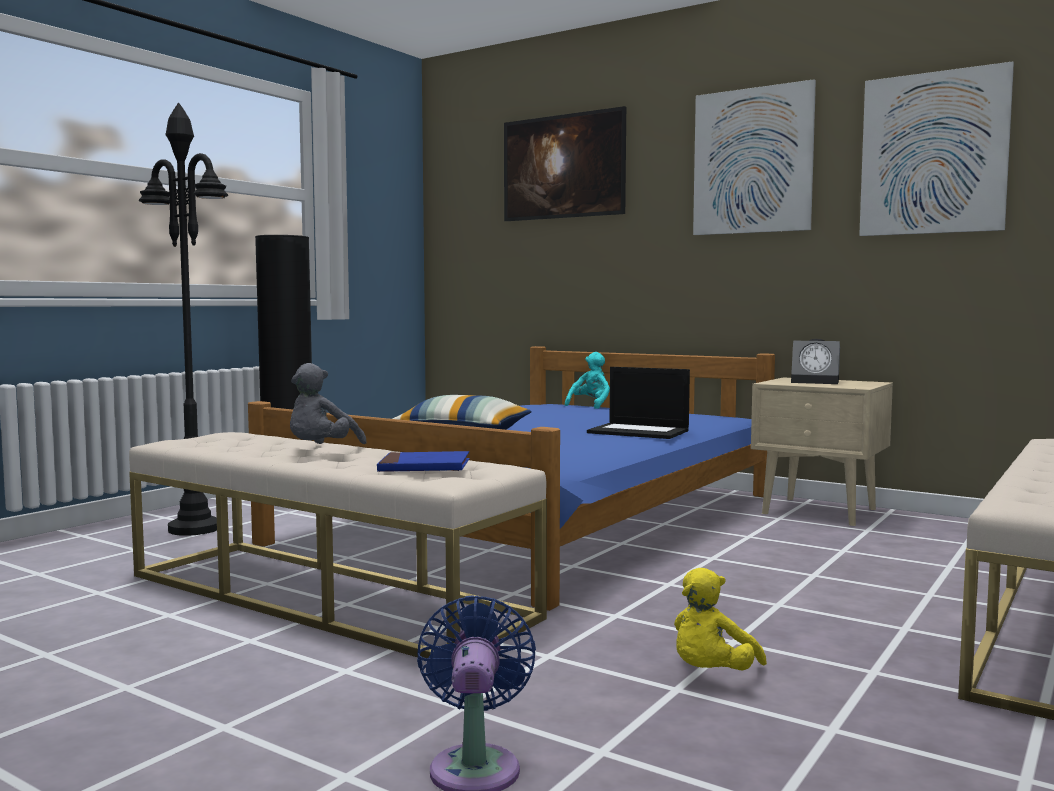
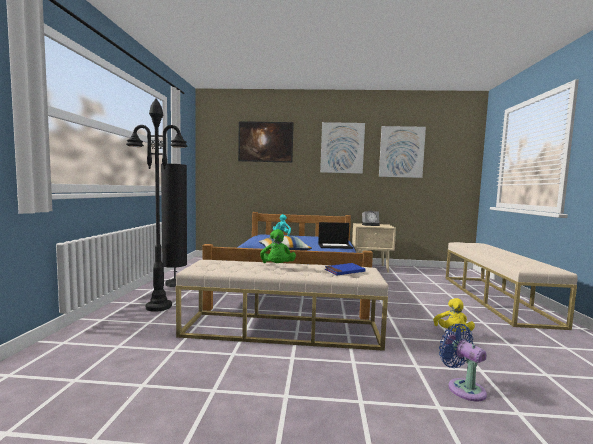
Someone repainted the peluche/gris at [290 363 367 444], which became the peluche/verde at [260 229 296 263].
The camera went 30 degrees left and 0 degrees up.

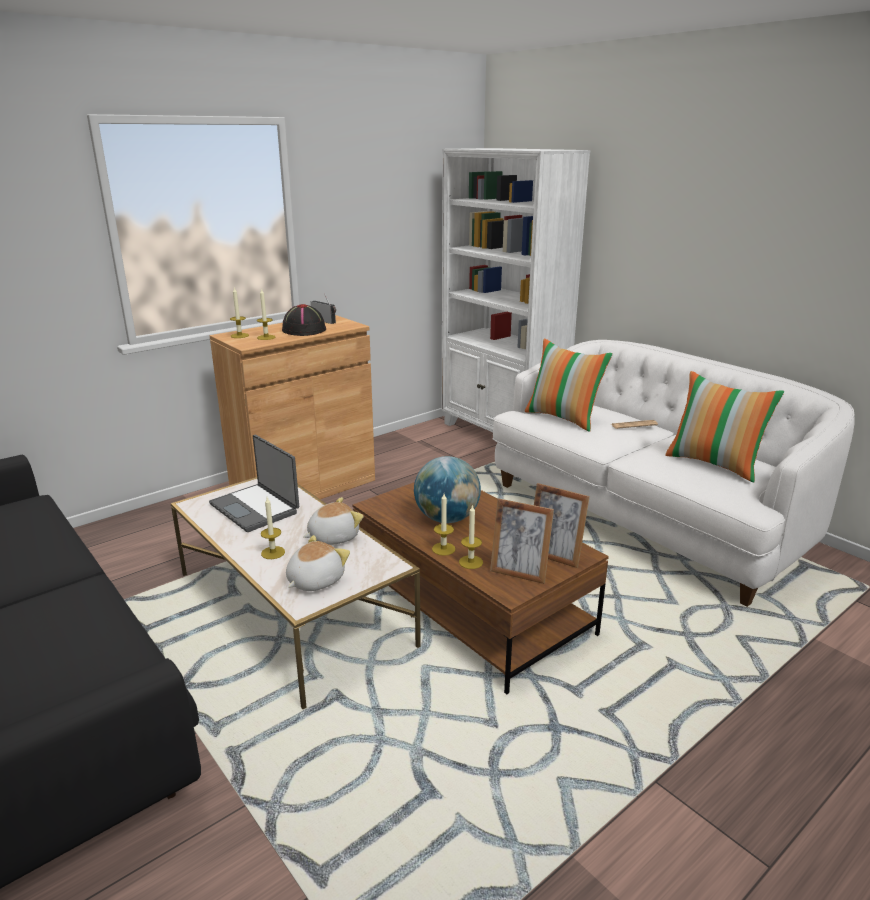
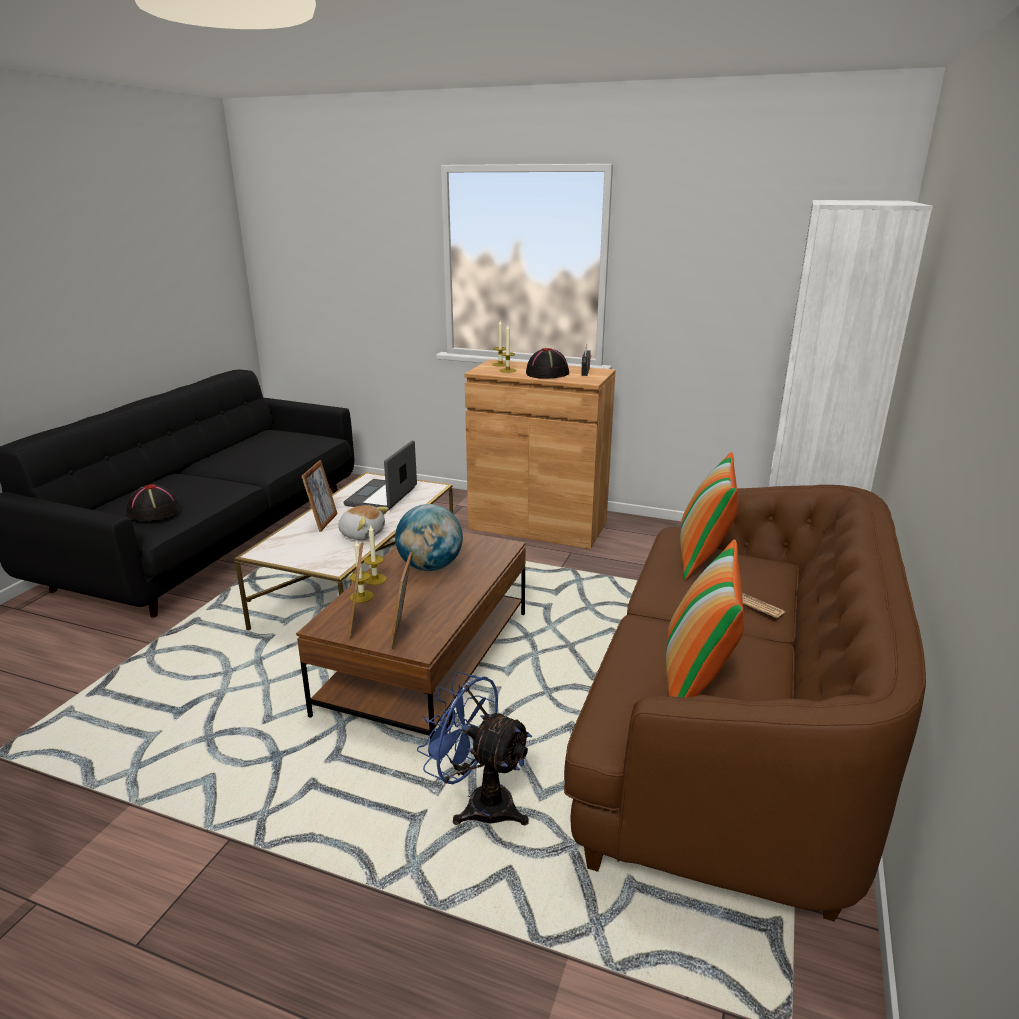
Someone took away the peluche at [286 535 350 591].
Someone put down the sombrero/negro at [127 484 180 521].
Someone put down the ventilador/azul at [417 671 532 825].
Someone swapped the vela at [261 497 285 559] for the portarretratos at [302 460 338 532].
Someone repainted the sofá/blanco at [493 340 854 607], which became the sofá/marrón at [564 485 926 921].
The camera went 60 degrees right and 0 degrees up.

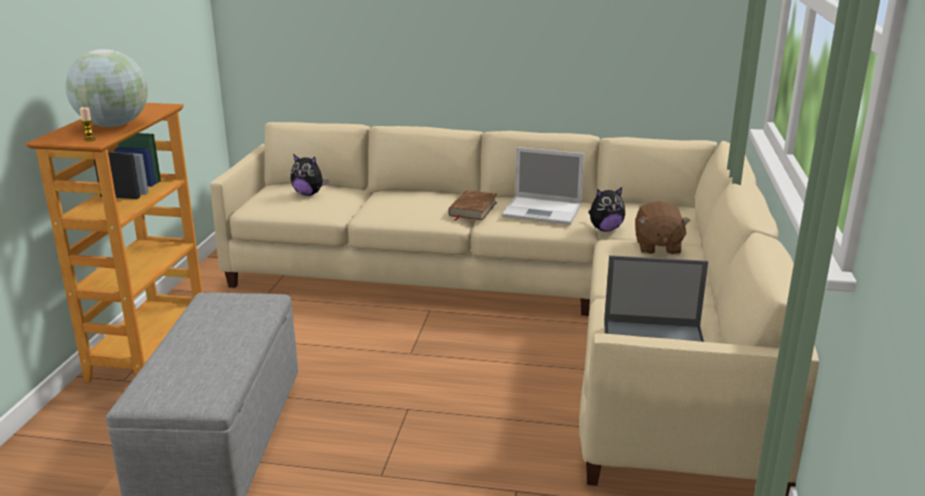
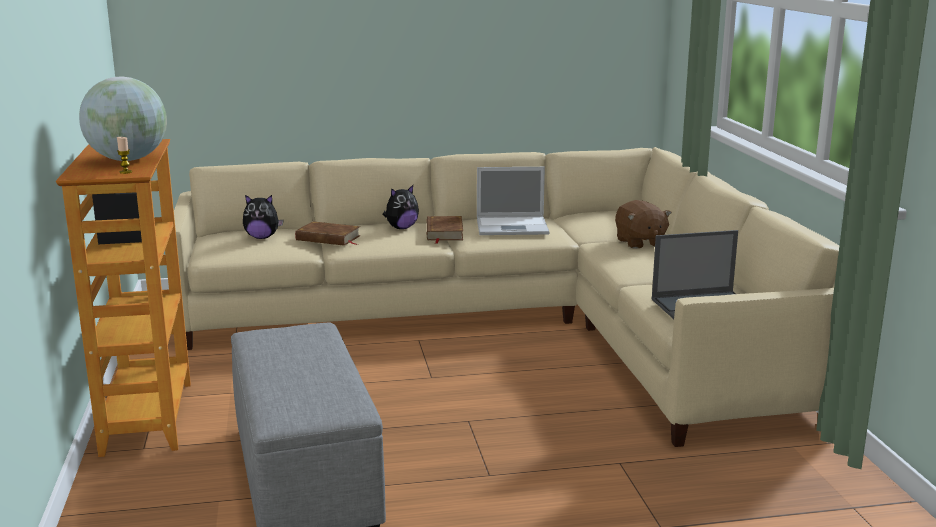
Someone put down the libro/marrón at [295 221 360 246].
Someone carried the peluche from [588 187 625 232] to [383 185 419 229].
The camera went 20 degrees left and 5 degrees down.

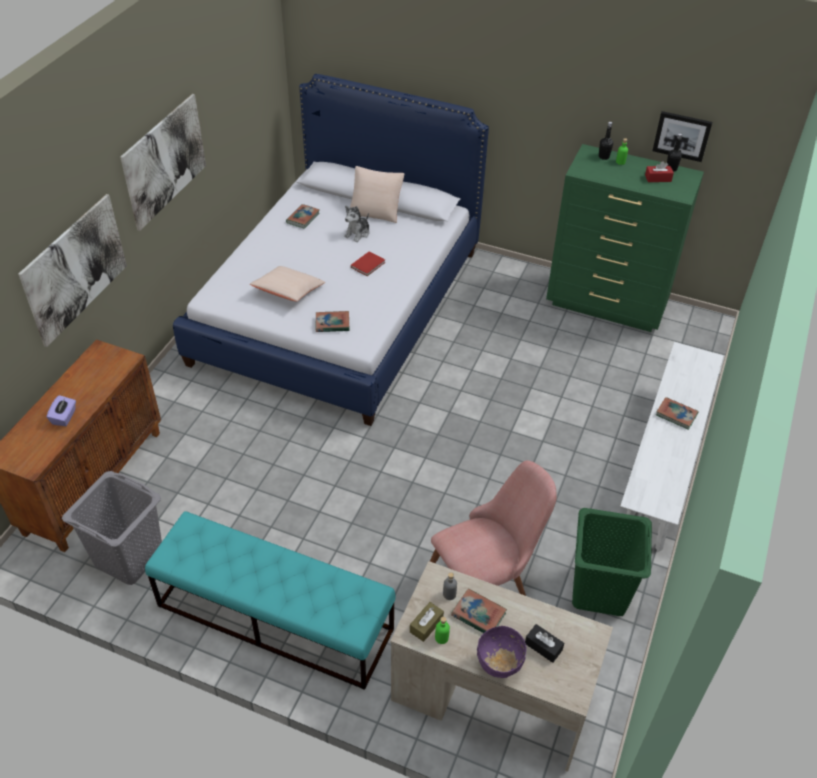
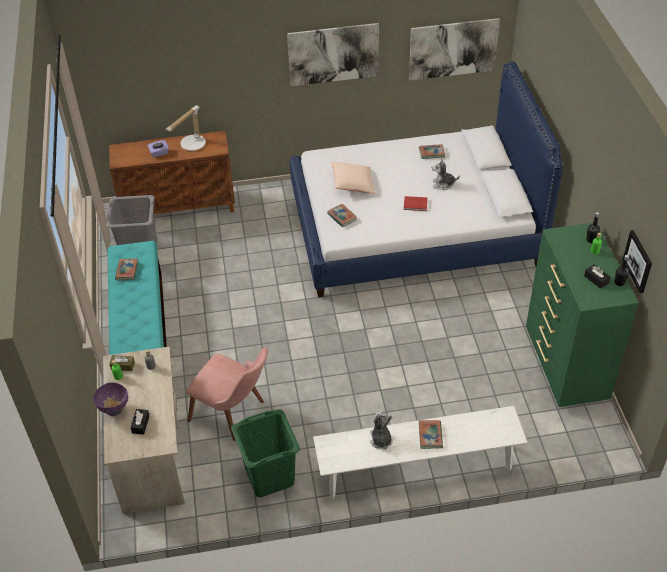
Someone took away the cojín/beis at [350 166 405 223].
Someone put down the lámpara de mesa at [165 105 206 151].
Someone put down the peluche at [370 411 393 449].
Someone carried the cuadro from [18 194 127 347] to [409 18 500 80].
Someone carried the libro from [451 588 507 633] to [115 259 138 280].
Someone repainted the caja de pañuelos/rojo at [645 161 674 182], which became the caja de pañuelos/negro at [584 264 610 289].
The camera went 60 degrees right and 0 degrees up.

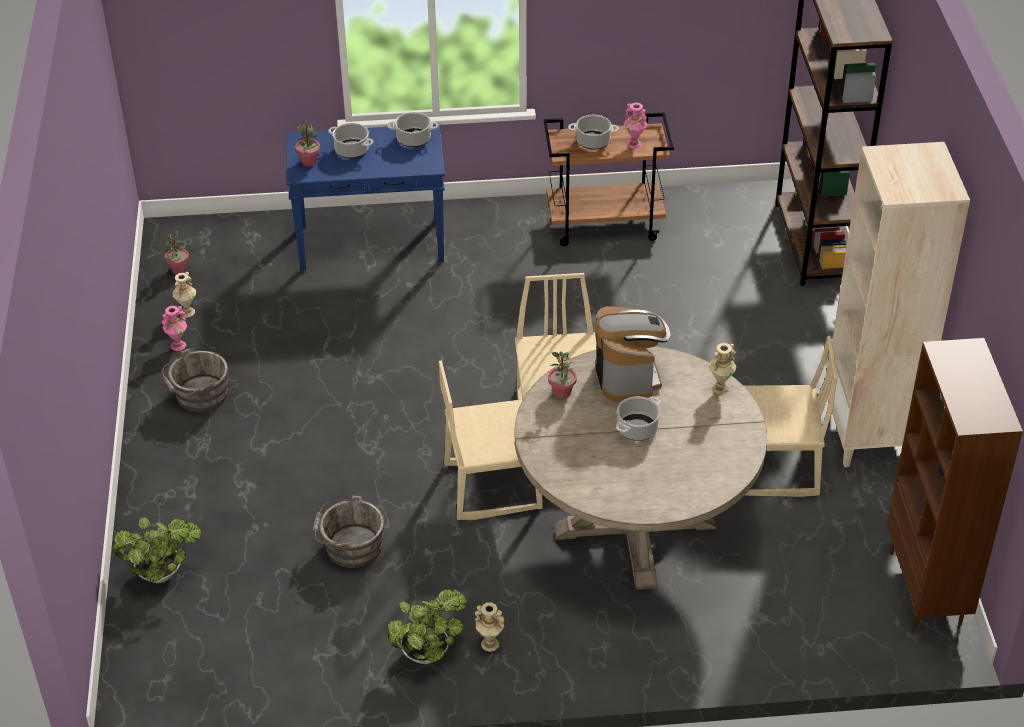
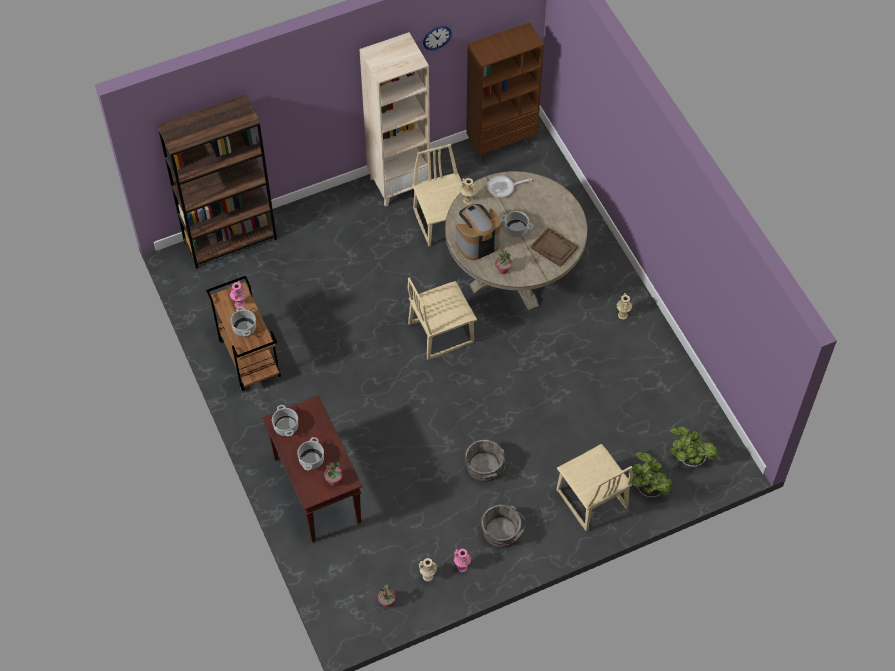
Someone put up the reloj de pared at [423 26 452 50].
Someone put down the sartén at [487 176 532 198].
Someone put down the bandeja/marrón at [530 227 578 267].
Someone carried the cubo/gris from [313 495 384 568] to [465 440 506 482].
Someone carried the planta en maceta from [388 589 467 664] to [669 426 718 467].
Someone carried the silla/beis from [439 361 543 520] to [556 444 633 531].
Someone repainted the mesa consola/azul at [286 124 445 271], which became the mesa consola/marrón at [262 396 362 542].
The camera went 110 degrees left and 15 degrees up.

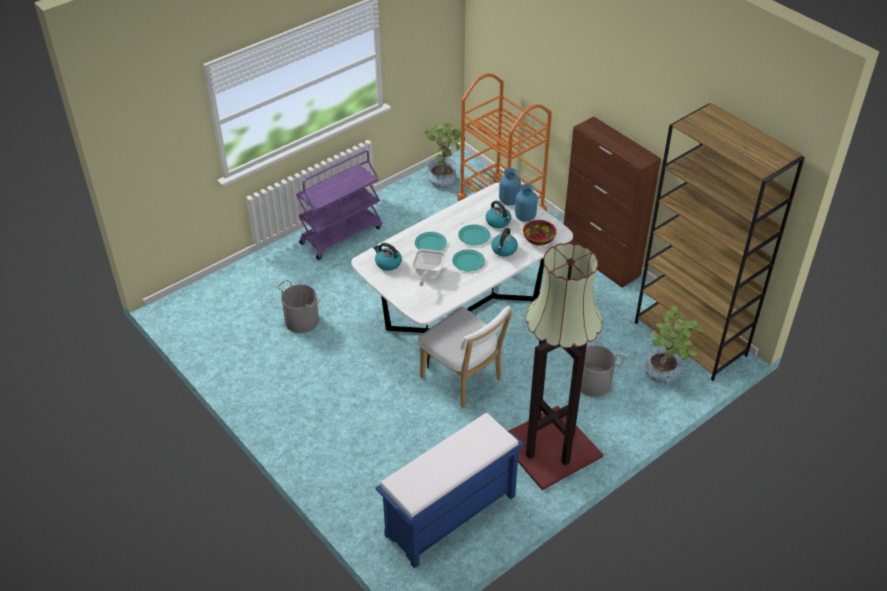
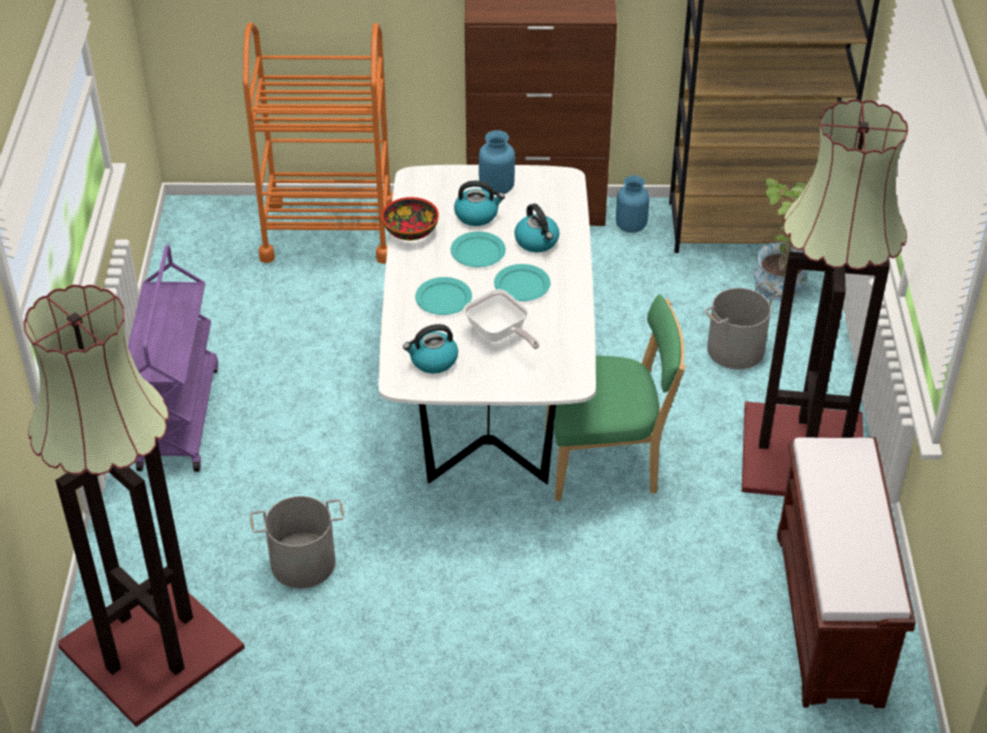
Someone took away the planta en maceta at [422 121 465 190].
Someone put down the lámpara de pie at [24 285 245 727].
Someone carried the florero/azul from [499 168 521 205] to [616 175 649 233].
Someone carried the cuenco from [523 220 556 246] to [382 197 439 240].
Someone repainted the banco/azul at [376 413 523 569], which became the banco/marrón at [777 437 916 708].
Someone repainted the silla/blanco at [418 306 513 408], which became the silla/verde at [545 294 686 501].
The camera went 50 degrees left and 0 degrees up.

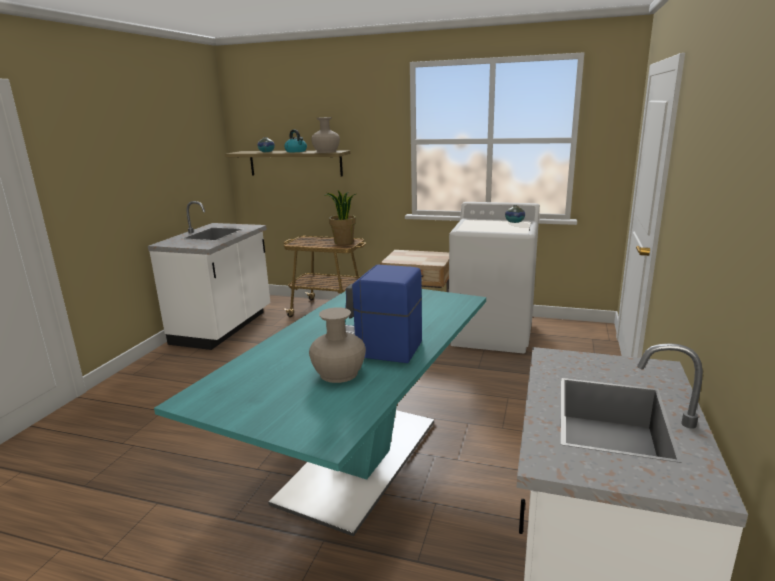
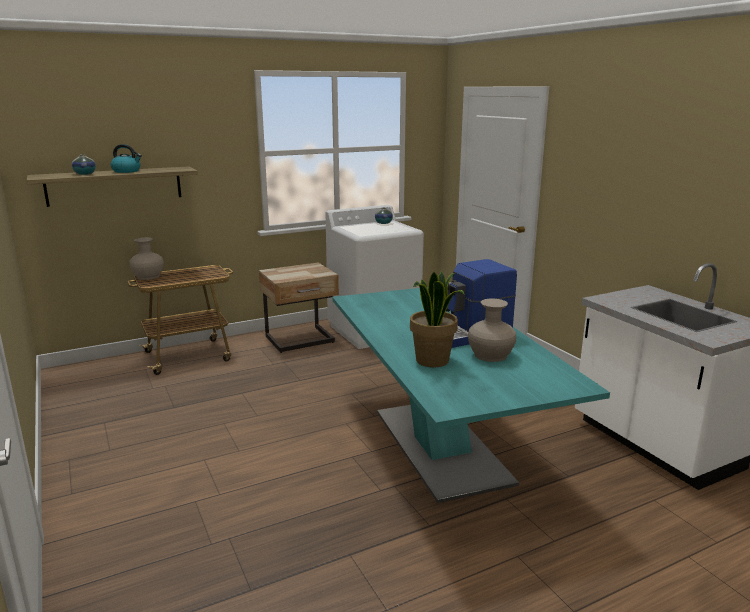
Someone took away the mueble bajo de cocina/blanco at [148 201 270 350].
Someone carried the florero/beis from [311 117 340 153] to [129 238 164 280].
Someone carried the planta en maceta from [324 191 356 245] to [410 271 465 367].
The camera went 45 degrees left and 0 degrees up.

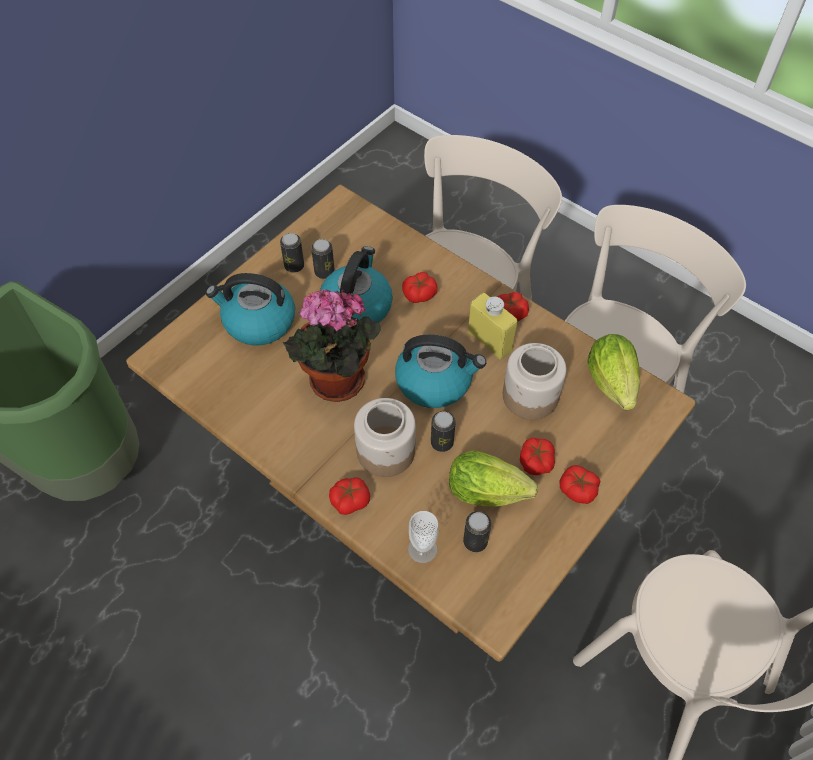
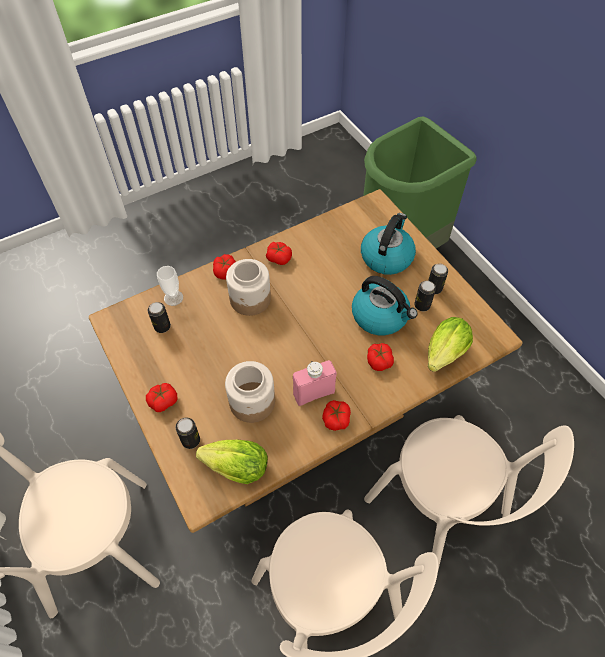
Someone took away the planta en maceta at [283 289 381 402].
Someone took away the hervidor at [395 335 486 408].
Someone carried the lata from [431 411 456 452] to [176 418 200 449].
Someone carried the lechuga from [449 450 538 506] to [428 317 473 372].
Someone carried the tomate from [520 437 555 476] to [266 242 292 265].
Someone repainted the botella/amarillo at [468 293 518 360], which became the botella/rosa at [293 360 337 406].
The camera went 110 degrees right and 0 degrees up.

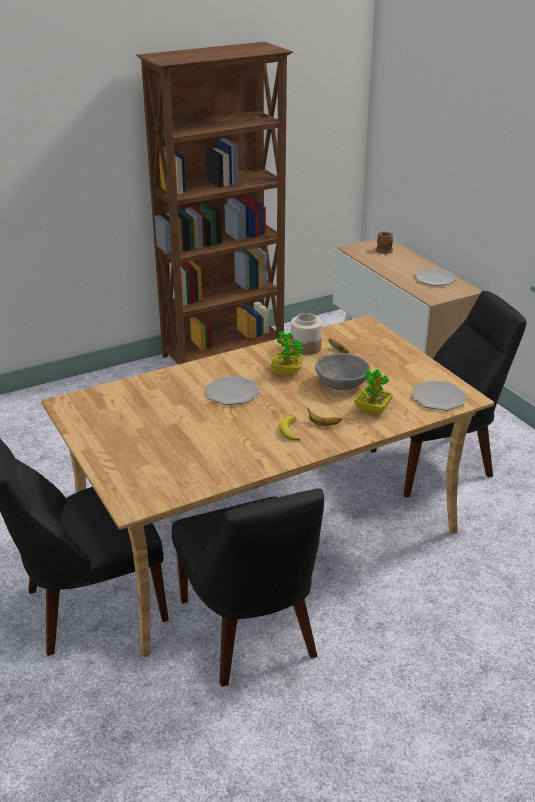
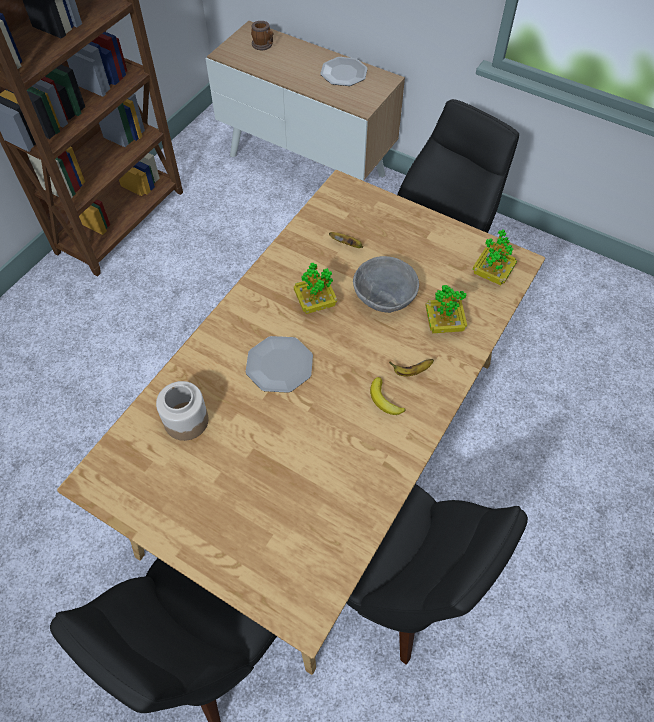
Someone carried the tarro from [291 313 322 355] to [156 381 209 441].
Someone swapped the plato at [411 381 467 411] for the planta en maceta at [473 229 517 285].
The camera went 30 degrees left and 25 degrees up.

